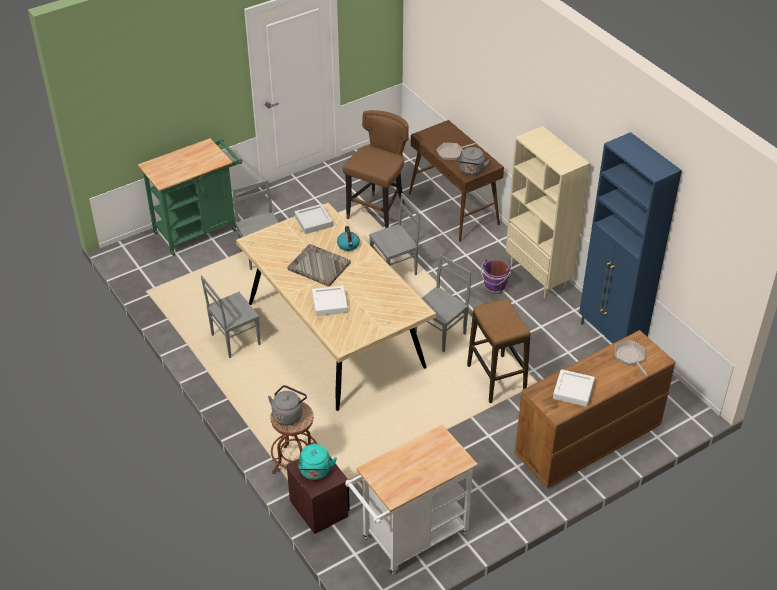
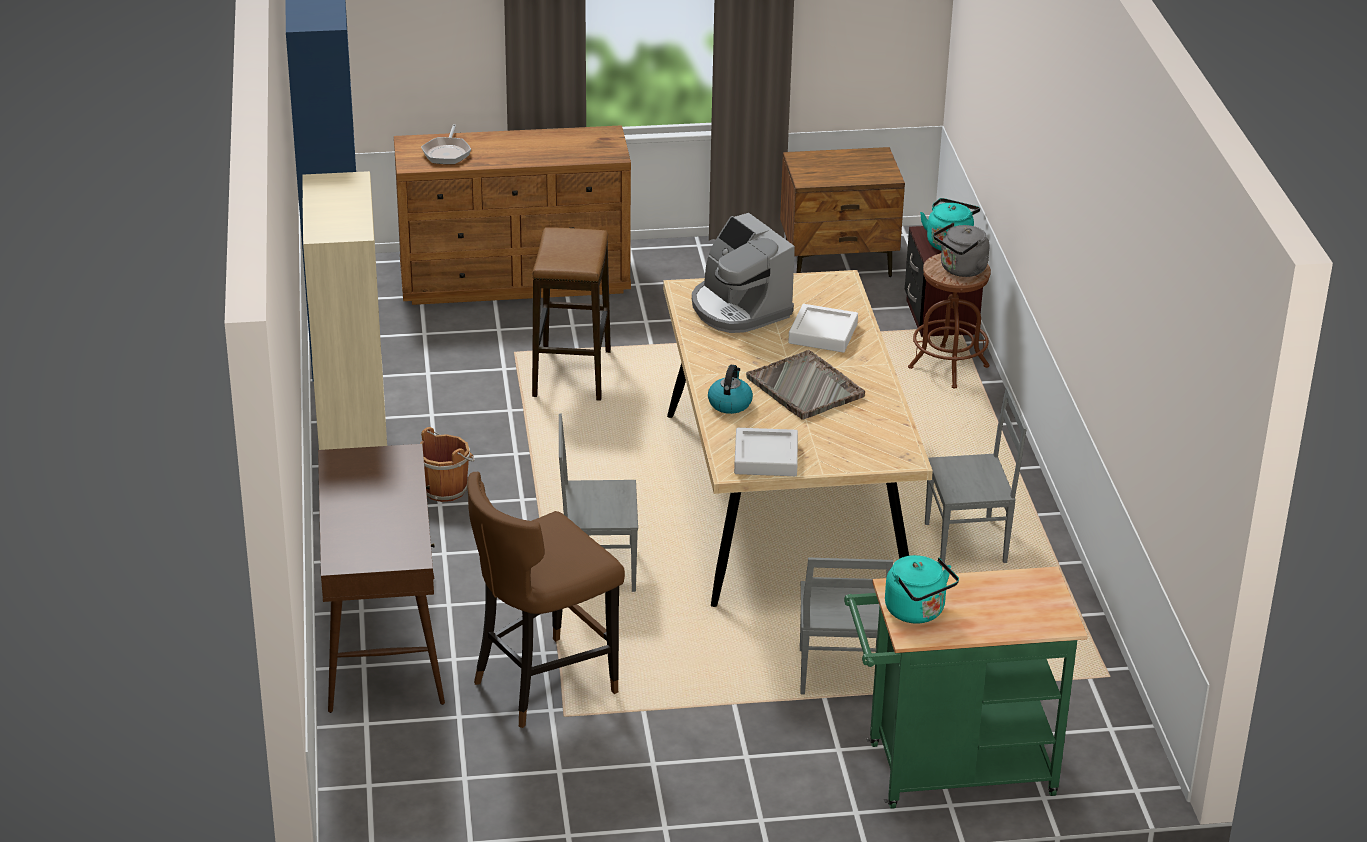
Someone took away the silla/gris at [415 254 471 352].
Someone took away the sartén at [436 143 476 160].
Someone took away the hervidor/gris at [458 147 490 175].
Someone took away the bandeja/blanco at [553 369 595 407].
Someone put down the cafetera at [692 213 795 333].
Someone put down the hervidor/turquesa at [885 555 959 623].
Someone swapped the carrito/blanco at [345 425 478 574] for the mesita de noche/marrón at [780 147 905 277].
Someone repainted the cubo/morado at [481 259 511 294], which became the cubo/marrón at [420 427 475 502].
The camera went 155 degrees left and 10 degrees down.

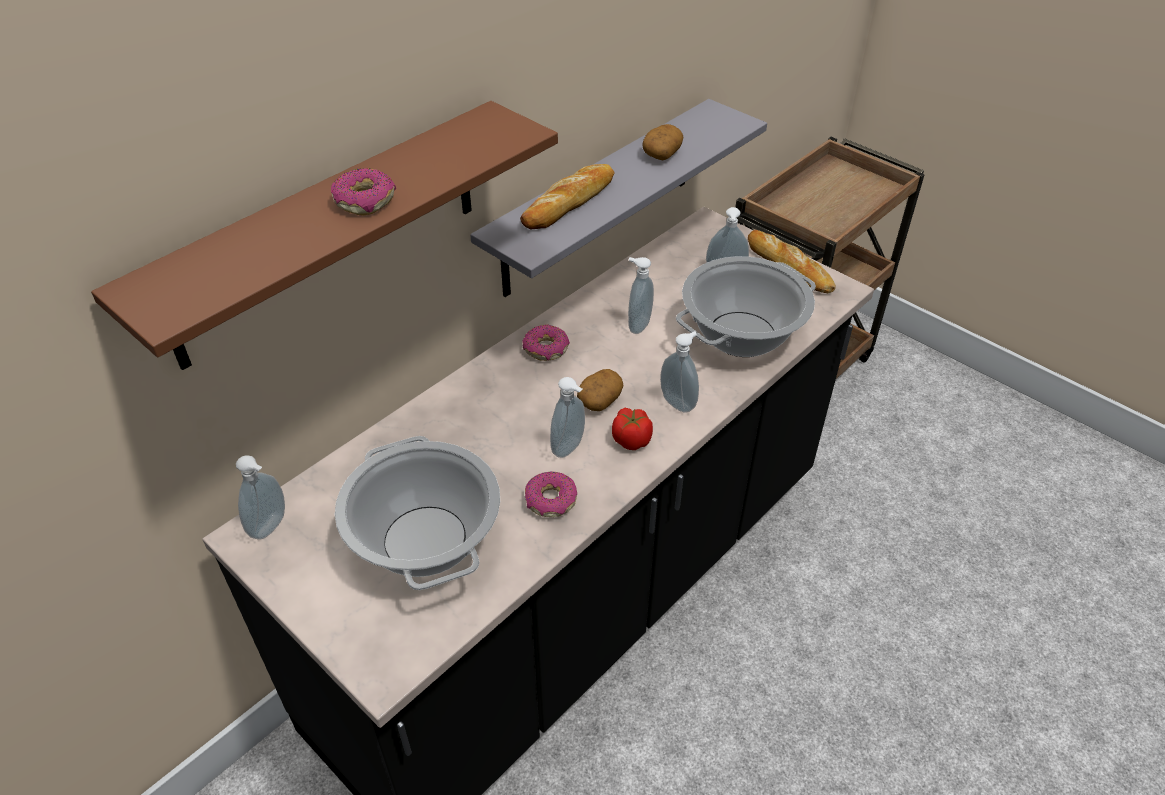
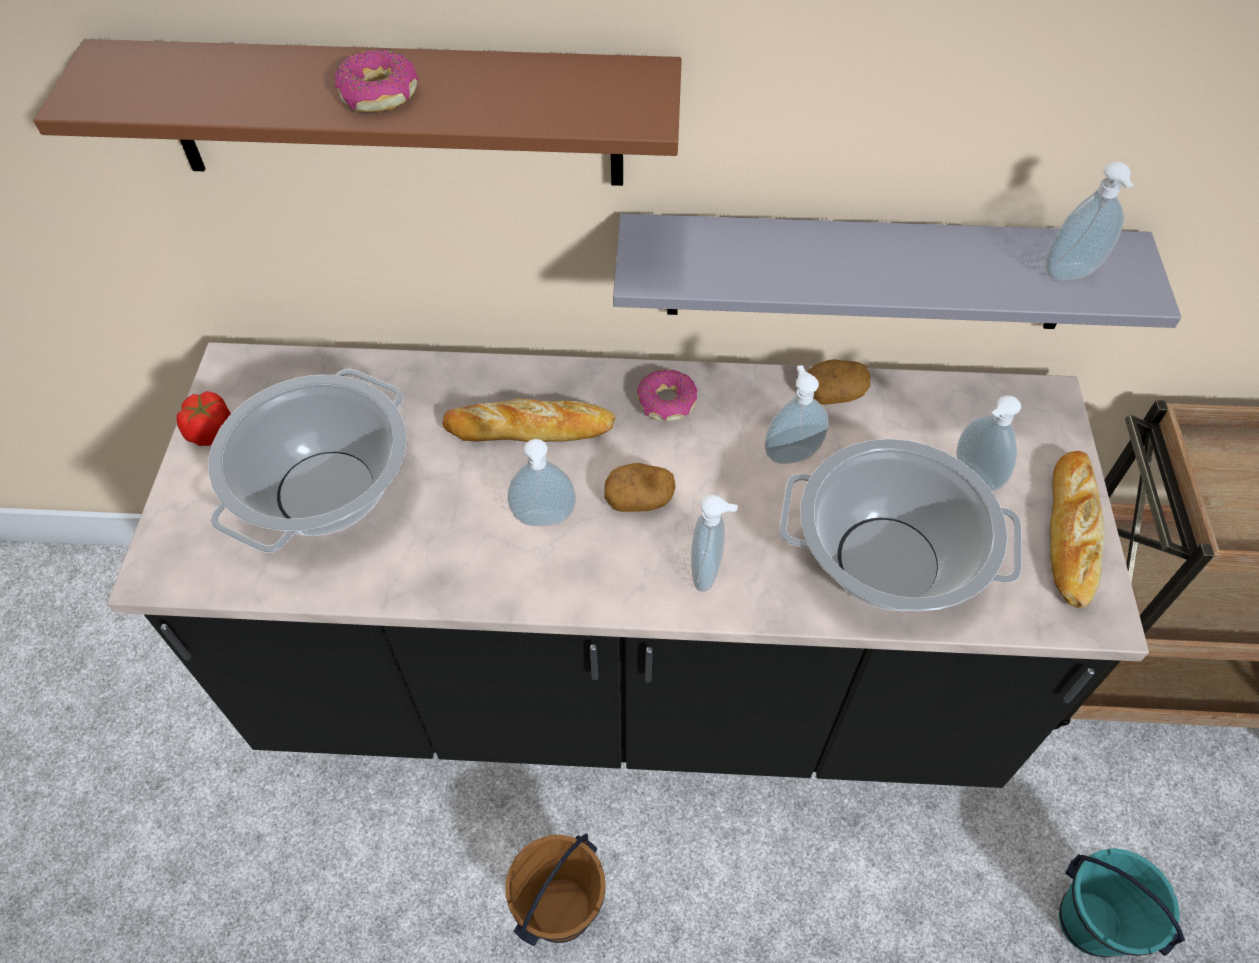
Someone took away the rosquilla at [525 472 577 517].
Someone put down the cubo/marrón at [506 834 606 946].
Someone put down the cubo/turquesa at [1059 848 1185 957].
Someone carried the dispensador de jabón from [236 455 285 540] to [1045 162 1134 281].
Someone carried the pan from [520 164 615 229] to [443 398 616 442].
Someone carried the tomate from [612 408 653 450] to [177 391 231 446].
Someone carried the patata from [642 124 684 160] to [808 359 871 405].
The camera went 50 degrees right and 10 degrees up.

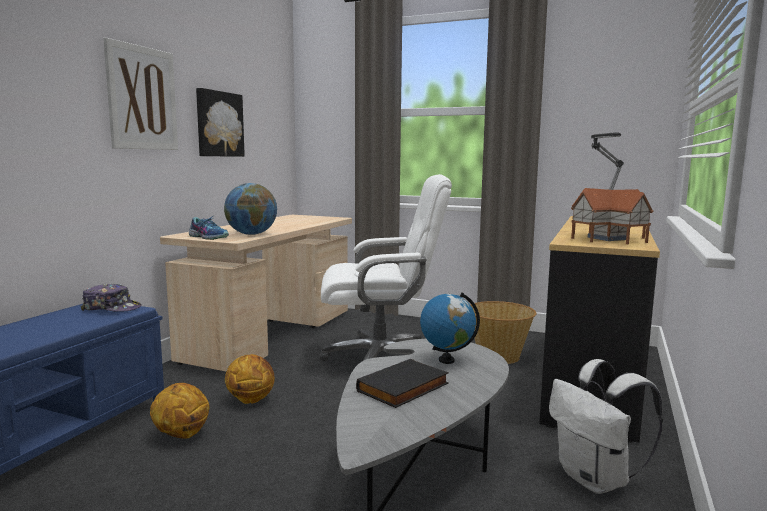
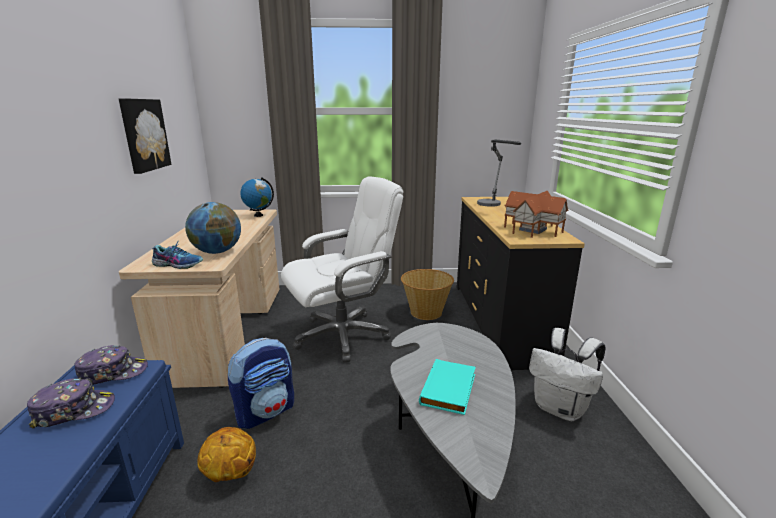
Someone took away the cuadro at [103 38 178 150].
Someone put down the gorra at [27 378 115 428].
Someone carried the globo terráqueo from [420 292 480 364] to [241 177 274 217].
Someone swapped the balón de baloncesto at [225 354 275 404] for the mochila at [228 338 294 429].
Someone repainted the libro/negro at [356 359 449 408], which became the libro/turquesa at [419 359 476 415].
The camera went 25 degrees left and 10 degrees up.

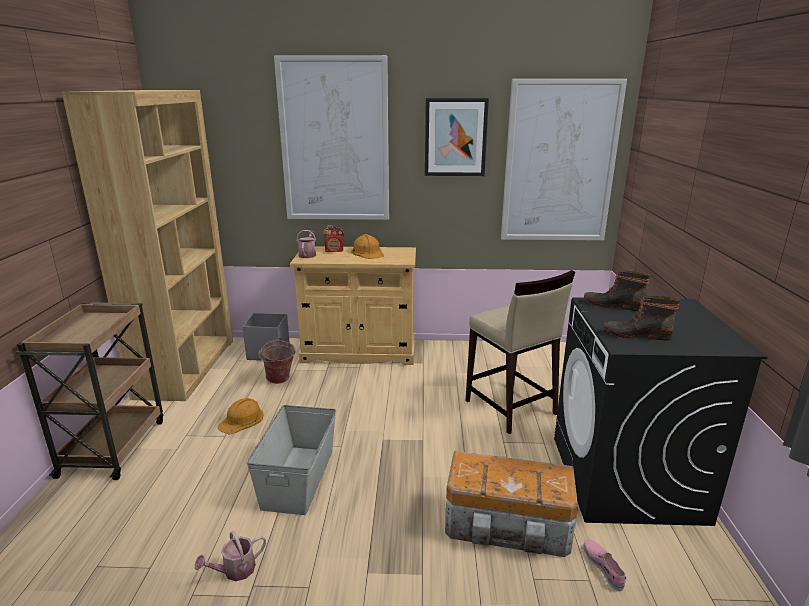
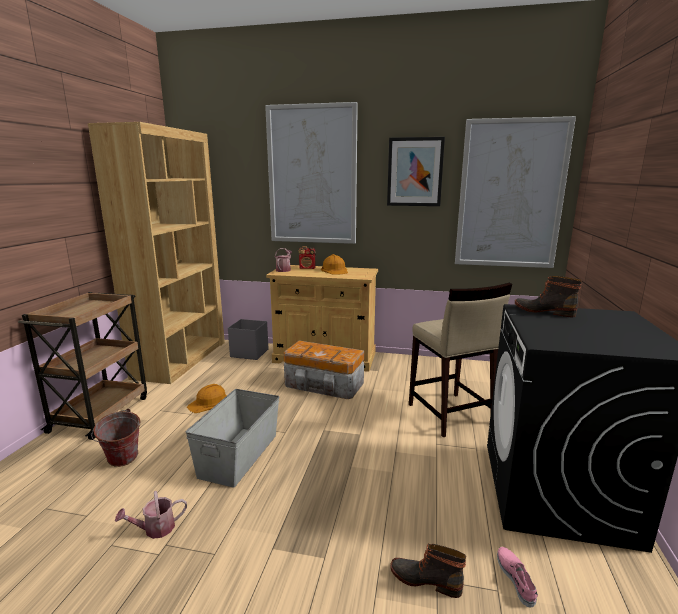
Someone carried the cubo from [258 338 295 384] to [91 409 141 467].
Someone carried the caja de almacenaje from [445 451 578 557] to [283 340 364 399].
Someone carried the bota from [604 295 680 340] to [390 544 466 598].
The camera went 10 degrees right and 5 degrees down.

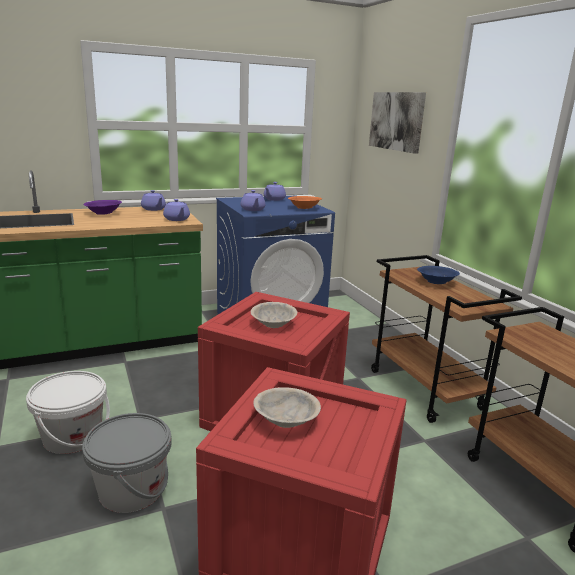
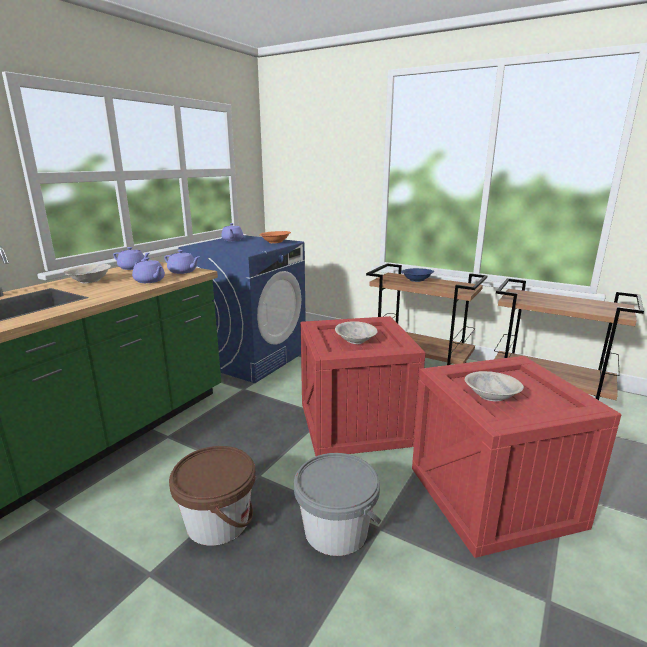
Someone took away the cuadro at [369 92 426 154].
Someone carried the tetera/morado from [241 190 265 211] to [132 257 165 283].
Someone repainted the cubo/blanco at [26 371 110 454], which became the cubo/marrón at [169 446 256 546].
Someone repainted the cuenco/morado at [84 200 122 215], which became the cuenco/beis at [64 264 111 283].
The camera went 35 degrees left and 0 degrees up.

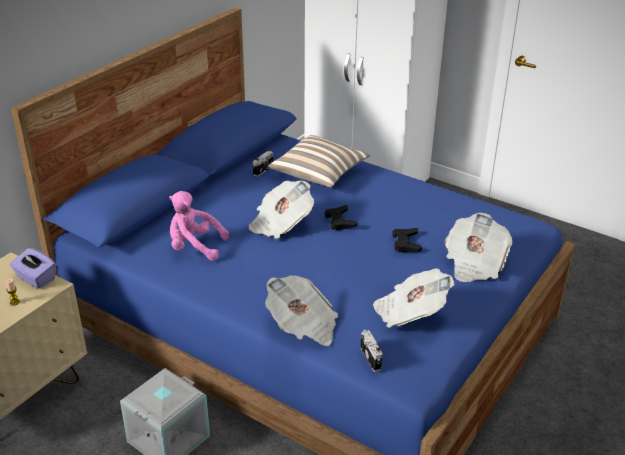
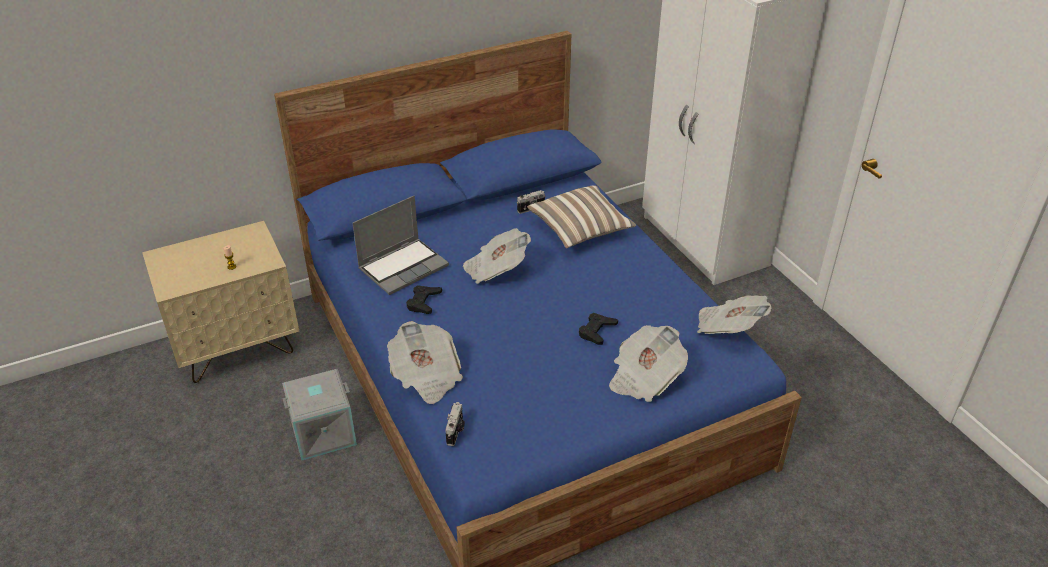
Someone took away the caja de pañuelos/morado at [10 248 56 289].
Someone carried the mando de consola/negro from [325 205 358 230] to [406 285 442 314].
Someone carried the periódico from [373 269 454 328] to [697 295 772 334].
Someone swapped the peluche/rosa at [169 191 229 261] for the portátil at [352 196 449 295].
The camera went 30 degrees right and 5 degrees up.

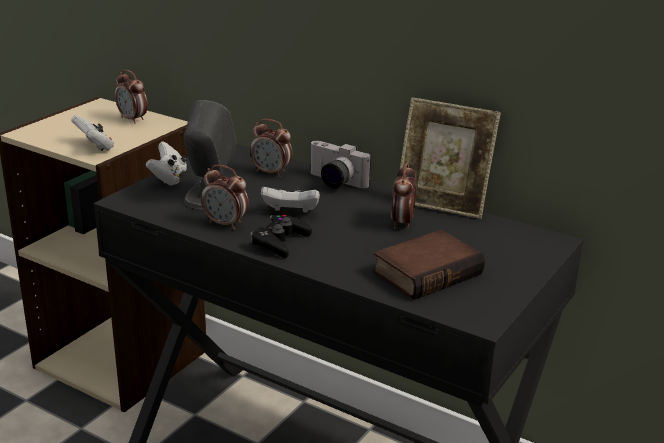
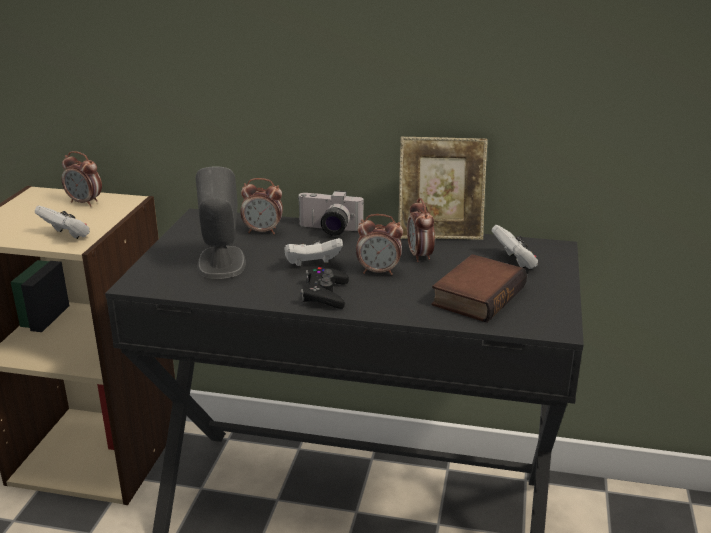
Someone carried the mando de consola/blanco from [146 141 187 186] to [491 225 538 269].
Someone carried the despertador from [201 165 249 230] to [356 214 403 275].
The camera went 20 degrees left and 0 degrees up.

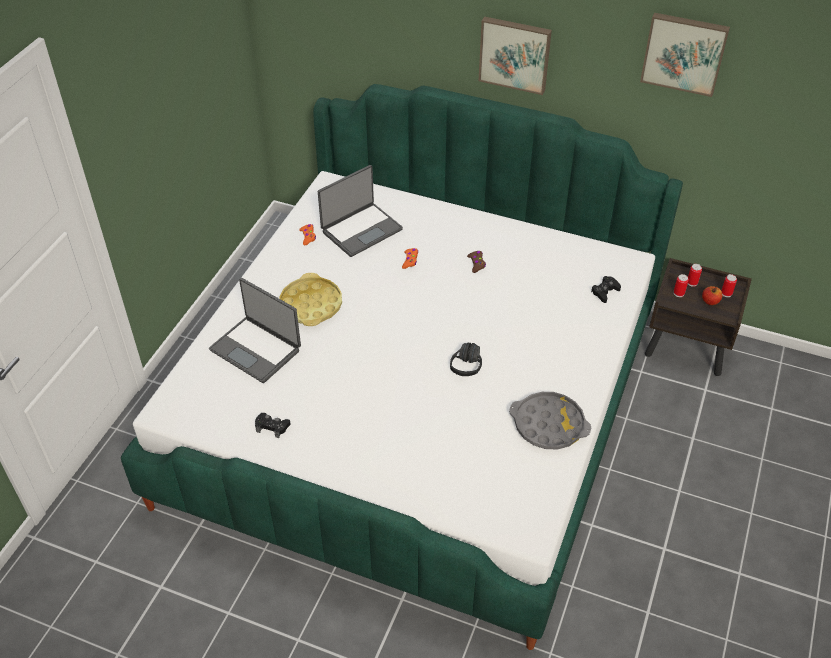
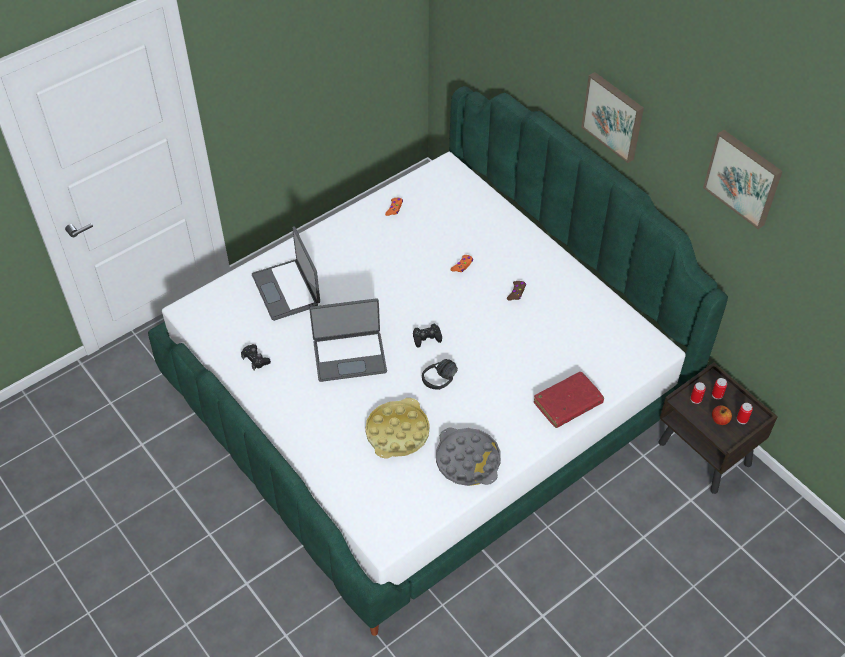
Someone put down the libro/rojo at [534 372 604 428].
Someone carried the bandeja/amarillo from [279 273 342 326] to [365 398 430 459].
Someone carried the portátil from [318 165 403 257] to [309 298 387 382].
Someone carried the mando de consola/negro from [591 276 621 303] to [413 324 442 348].
The camera went 30 degrees right and 5 degrees up.

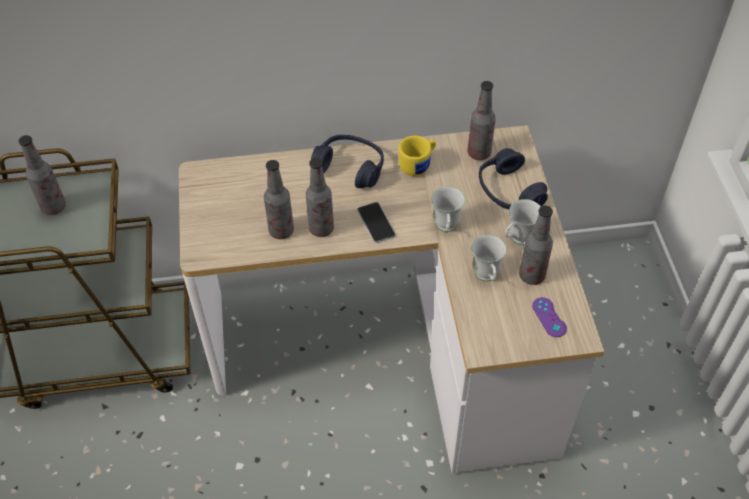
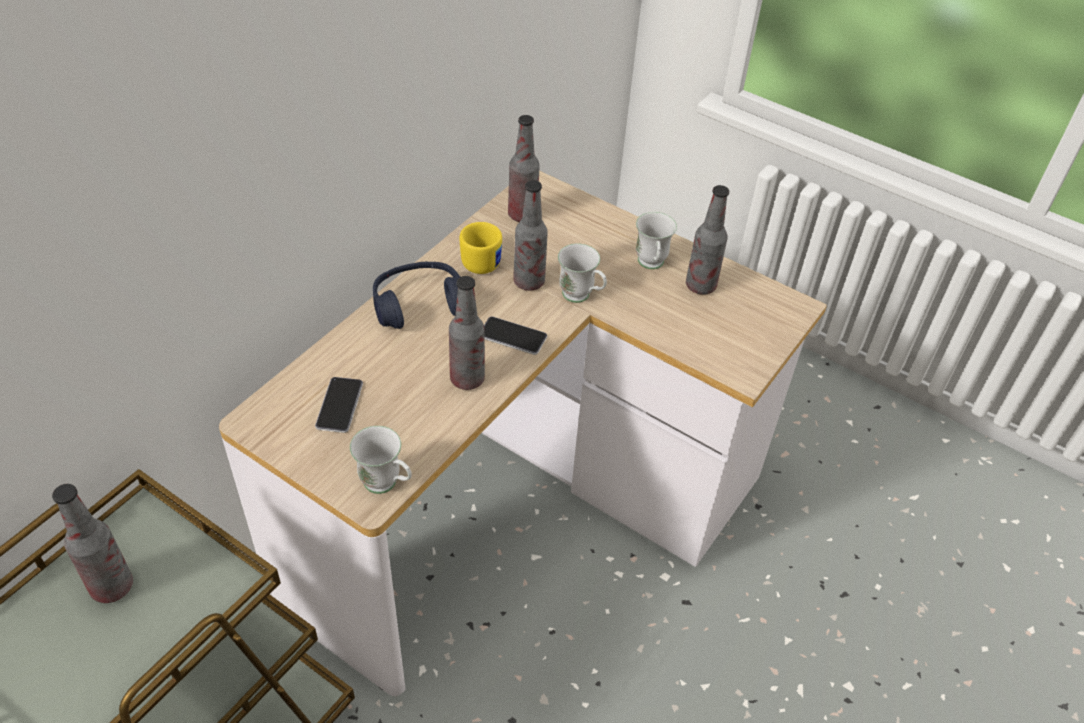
Someone took away the auriculares/azul at [479 148 548 209].
Someone took away the mando de consola/morado at [532 297 567 337].
Someone put down the móvil at [315 377 363 433].
Someone carried the botella from [264 160 294 239] to [513 180 548 291].
Someone carried the taza grande/blanco from [471 235 507 282] to [350 426 412 494].
The camera went 50 degrees left and 5 degrees down.

